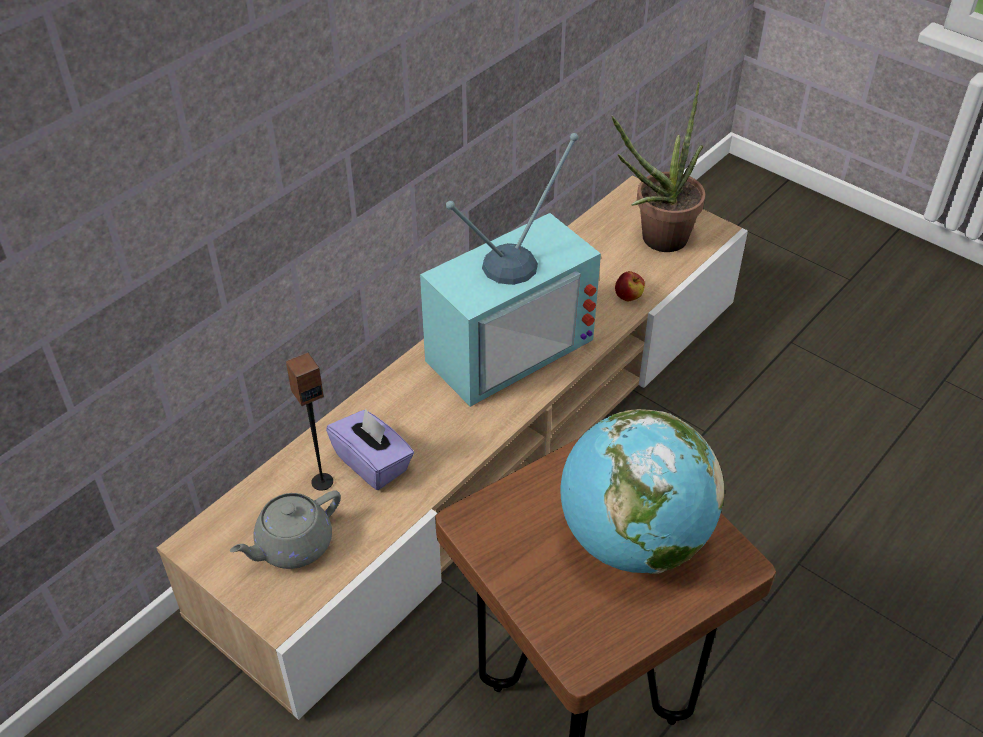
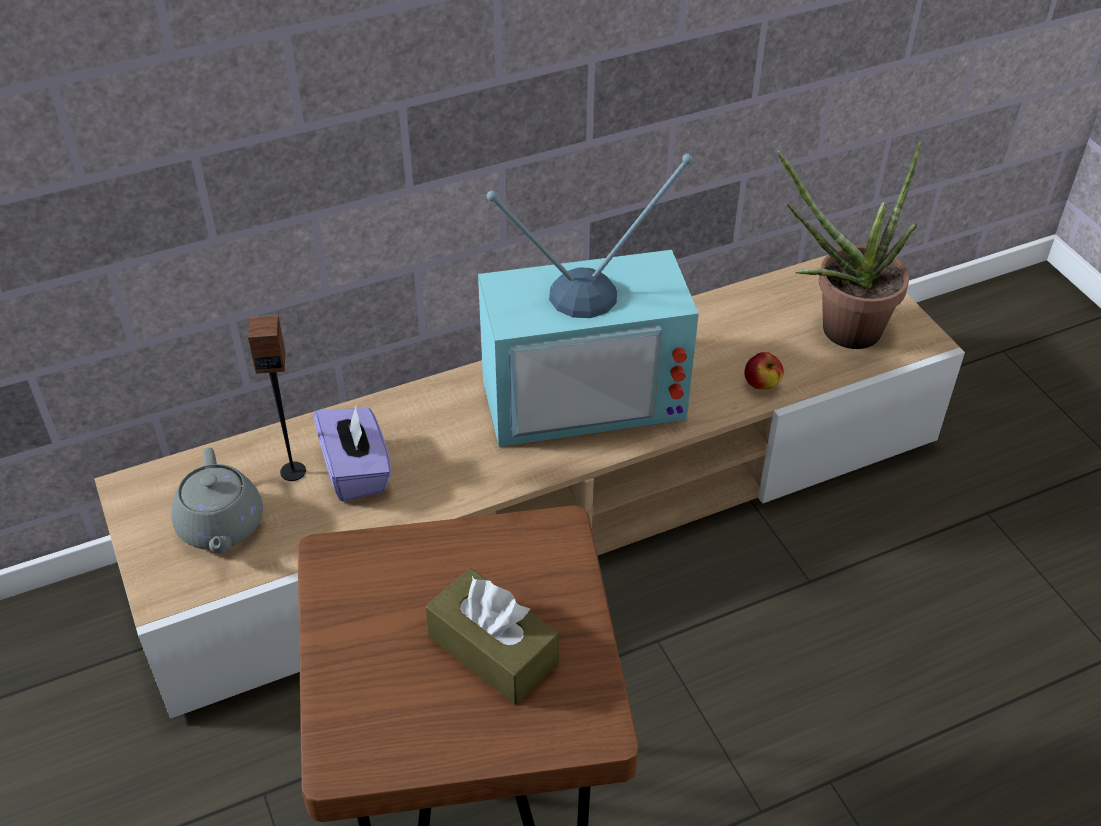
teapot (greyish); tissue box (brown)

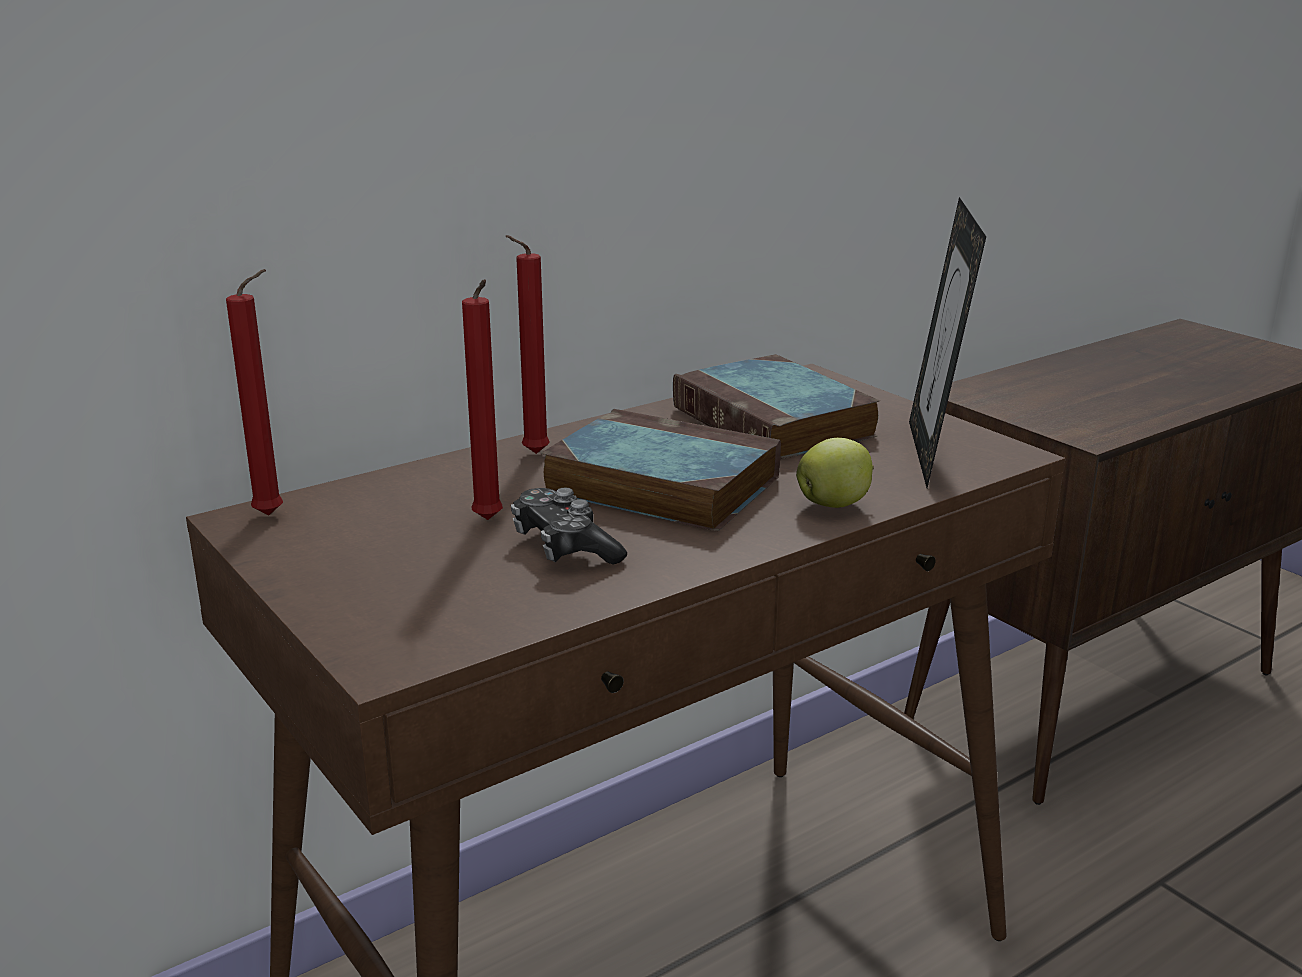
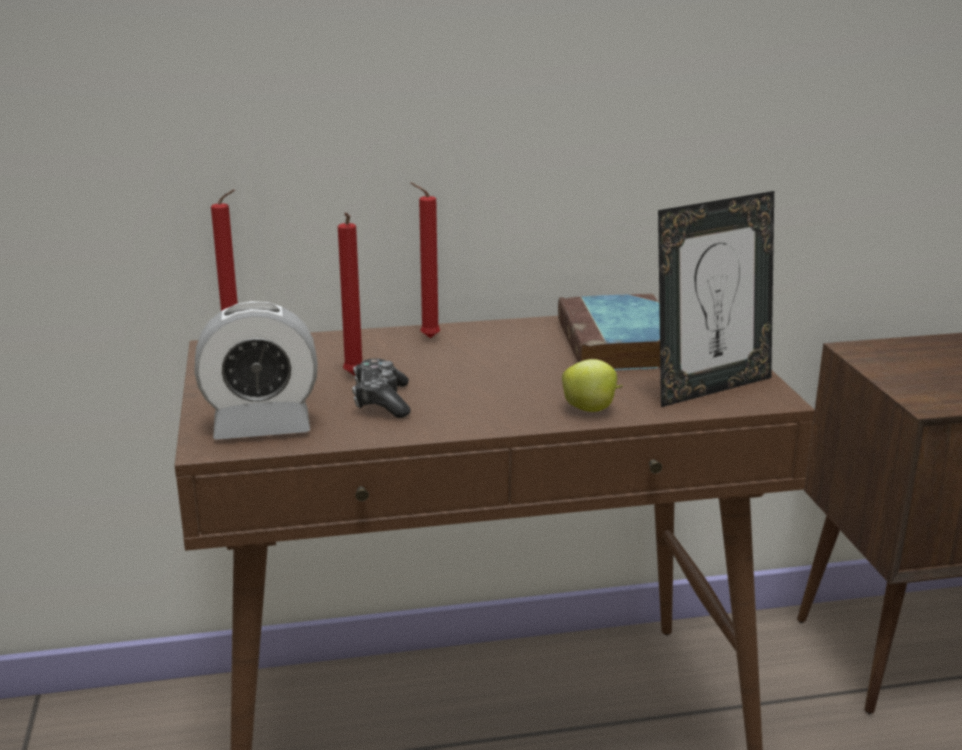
book (no. 1 from left in the first image); picture frame; table clock

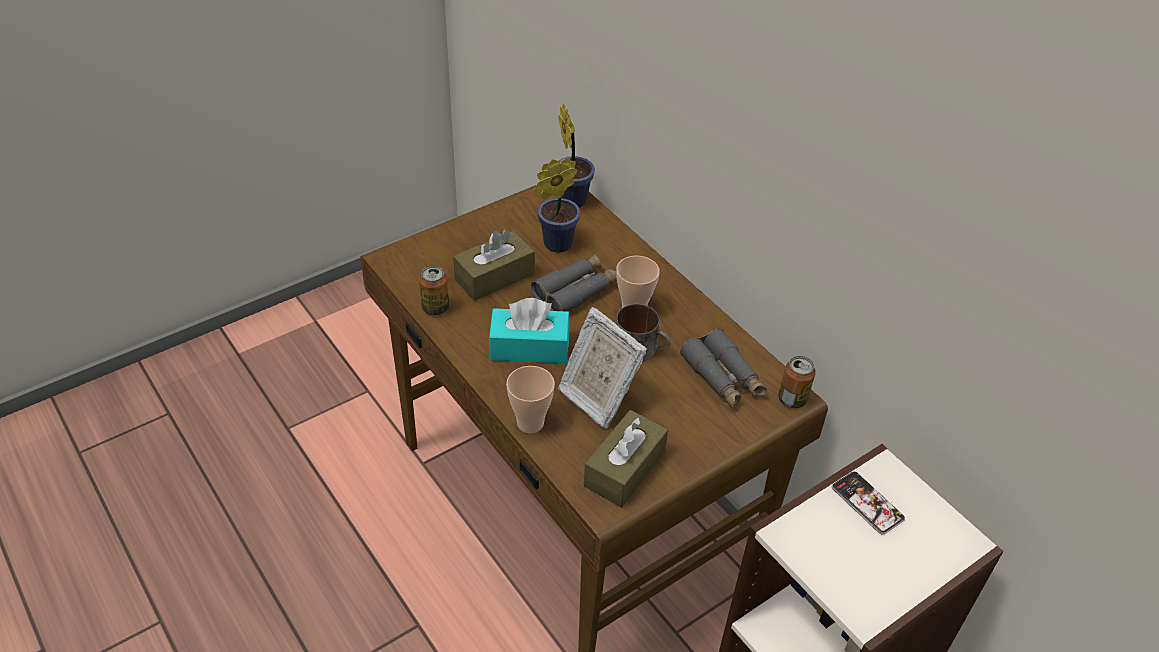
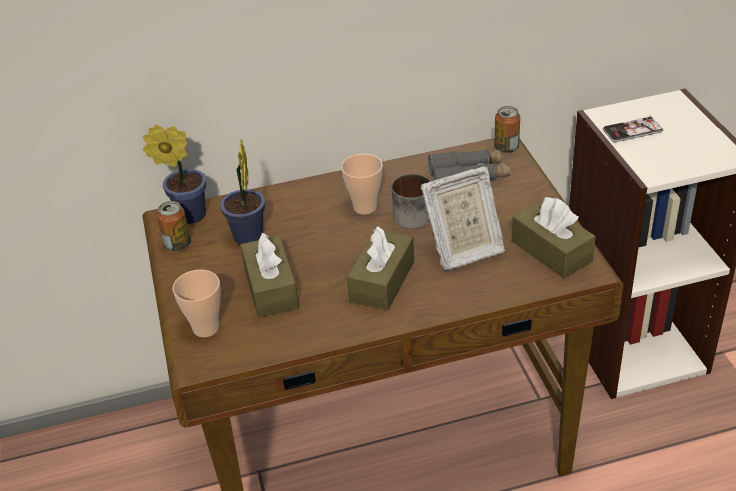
sealed can (no. 1 from left); tissue box (brown) (no. 2 from left); drinking cup (no. 1 from left); field glasses (greyish) (no. 1 from left in the first image)

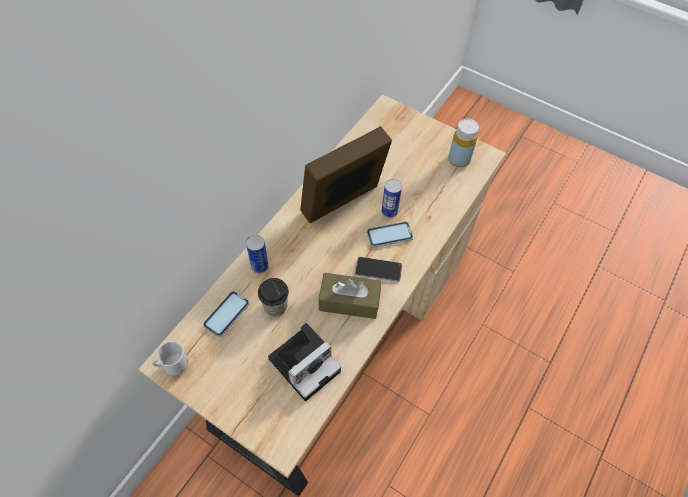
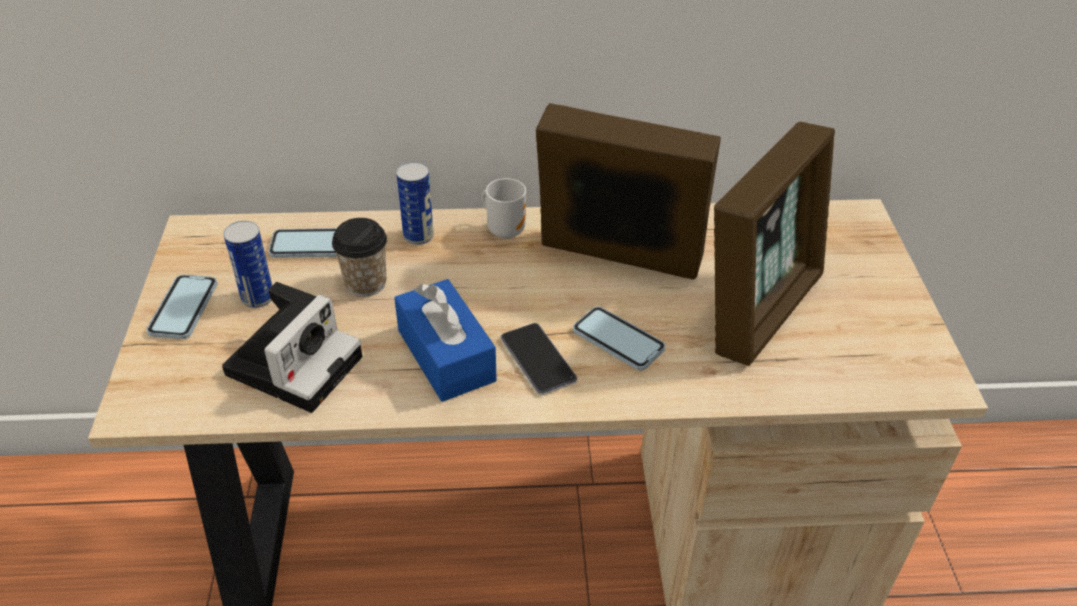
mug; photo camera; tissue box (blue); sealed can (no. 1 from left); drink bottle (yellow); handset (no. 1 from left); picture frame (no. 2 from left)

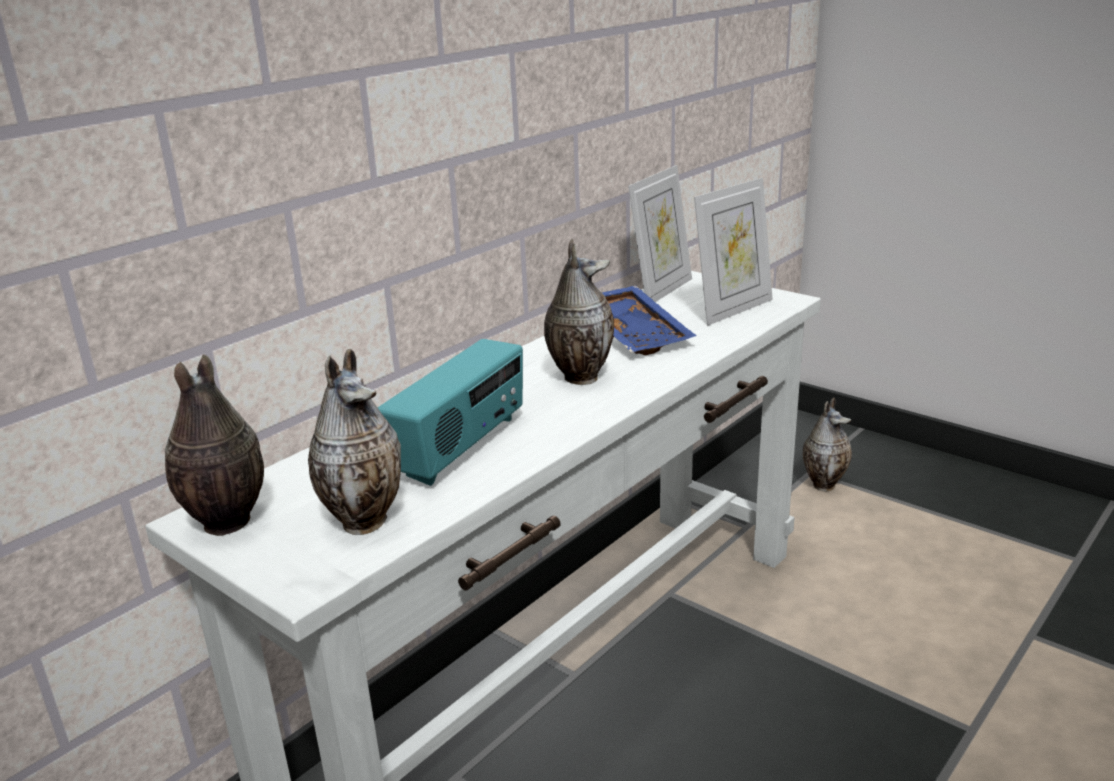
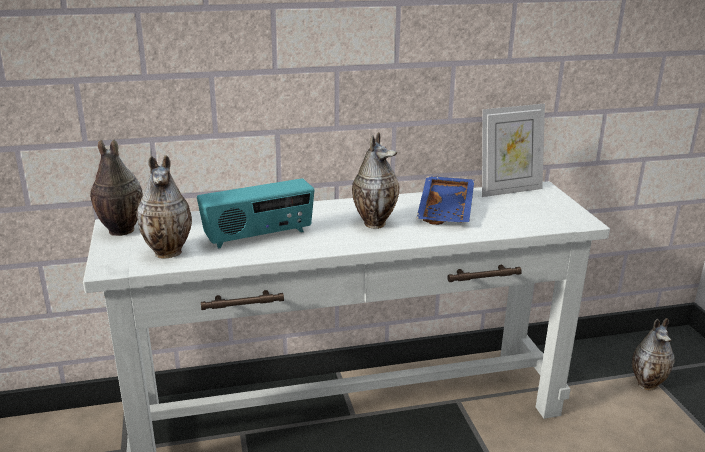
picture frame (no. 2 from left in the first image)

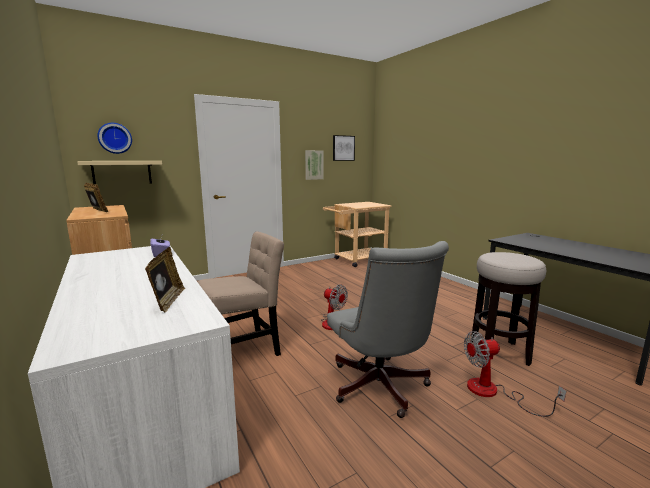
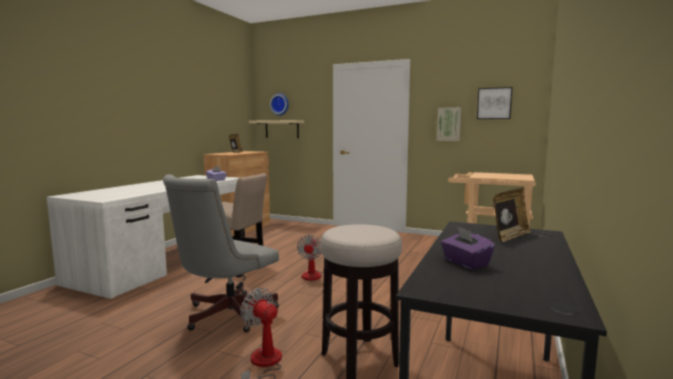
picture frame (no. 2 from left); tissue box (purple-coloured) (no. 2 from left)

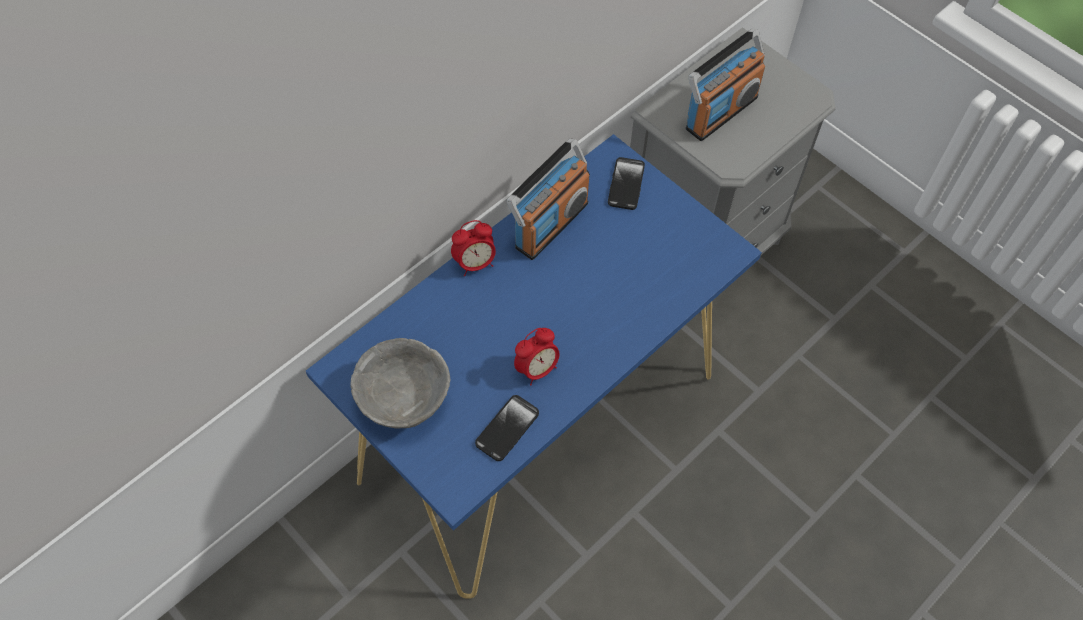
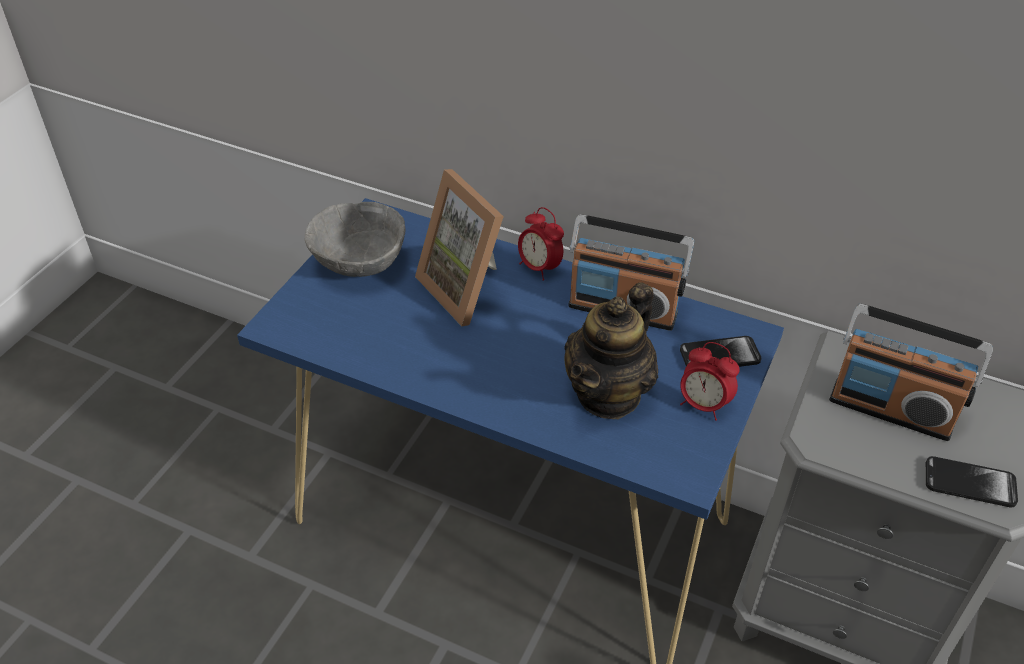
handset (no. 2 from left); table clock (no. 2 from left); picture frame; teapot

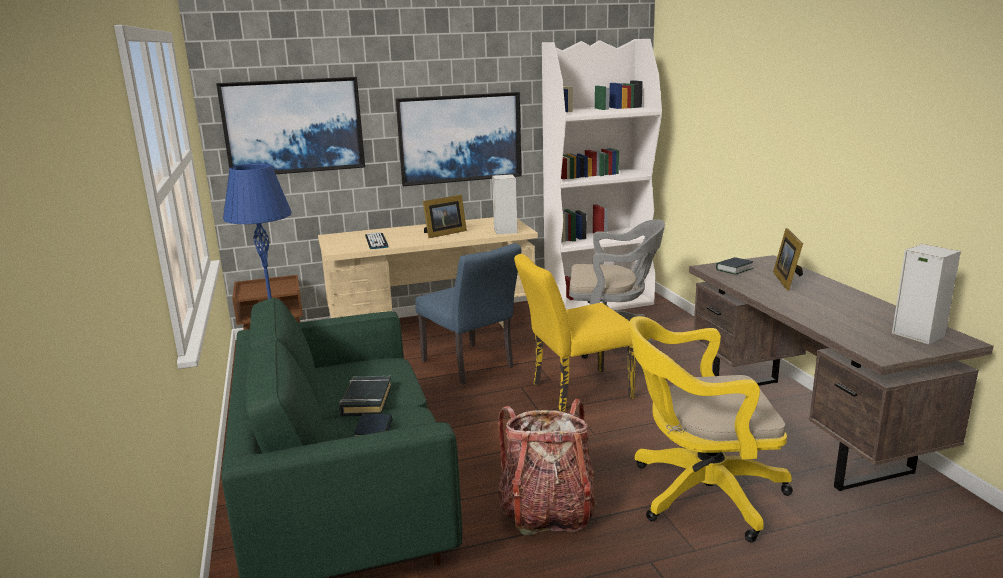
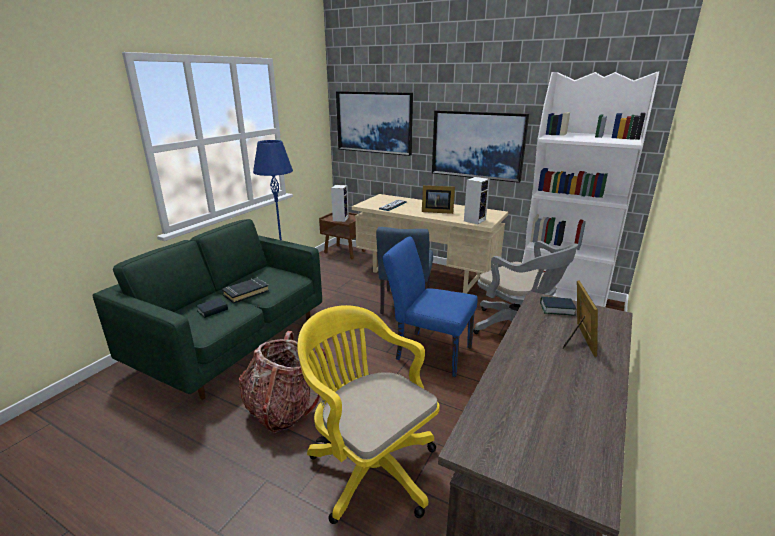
upright chair (blue) (no. 2 from left); picture frame (no. 2 from left); loudspeaker (no. 1 from left)

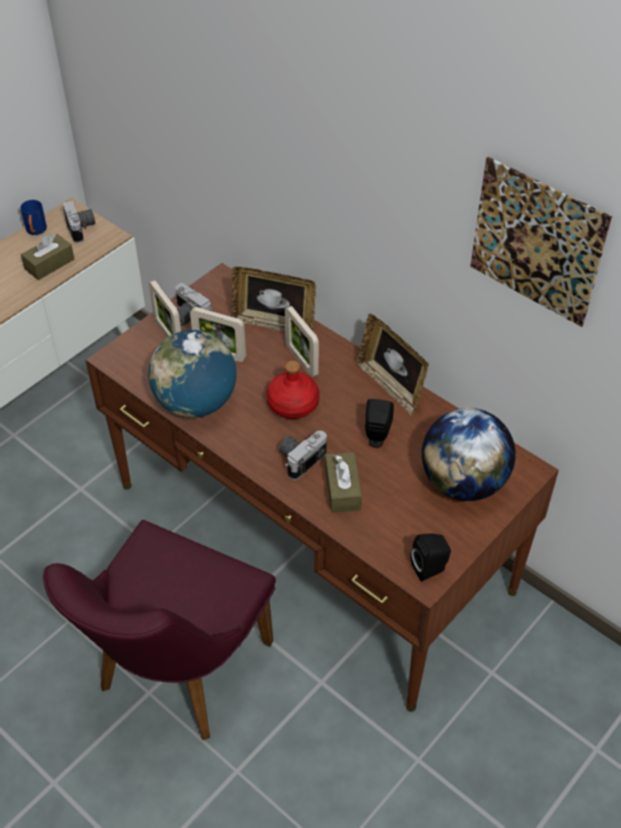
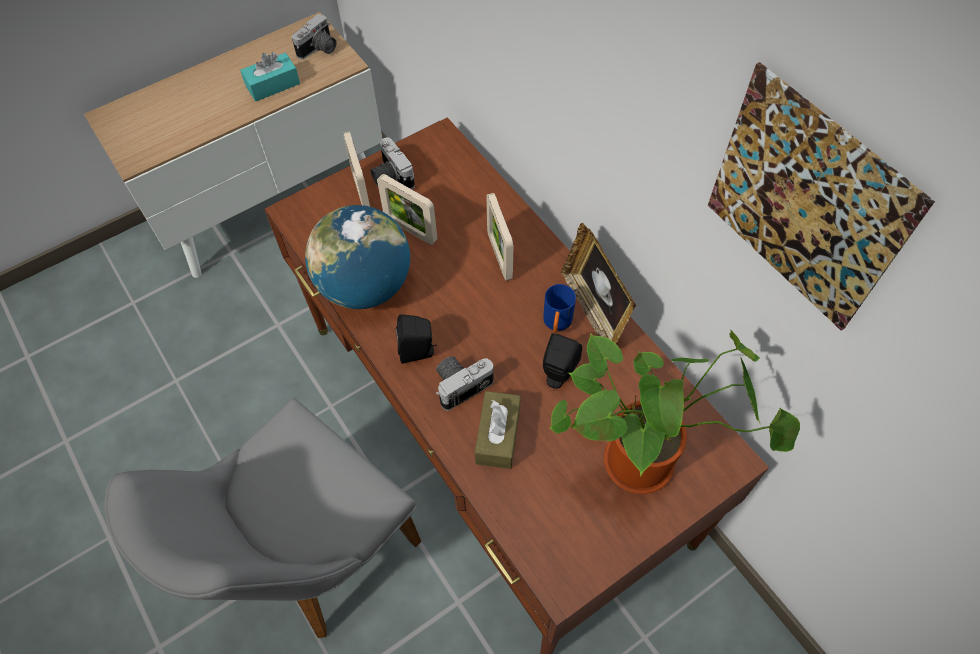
mug (blue); tissue box (turquoise); upright chair (greyish); photo camera (no. 1 from left); picture frame (no. 3 from left in the first image); drink bottle (reddish); loudspeaker (black) (no. 1 from left); houseplant

